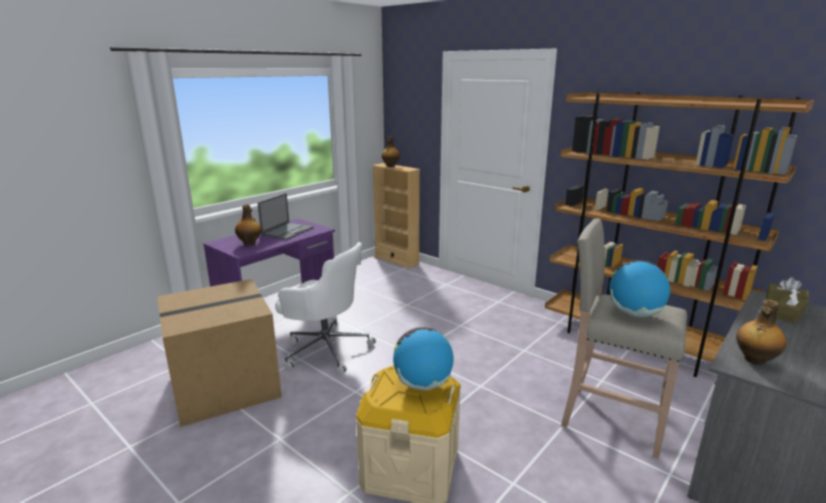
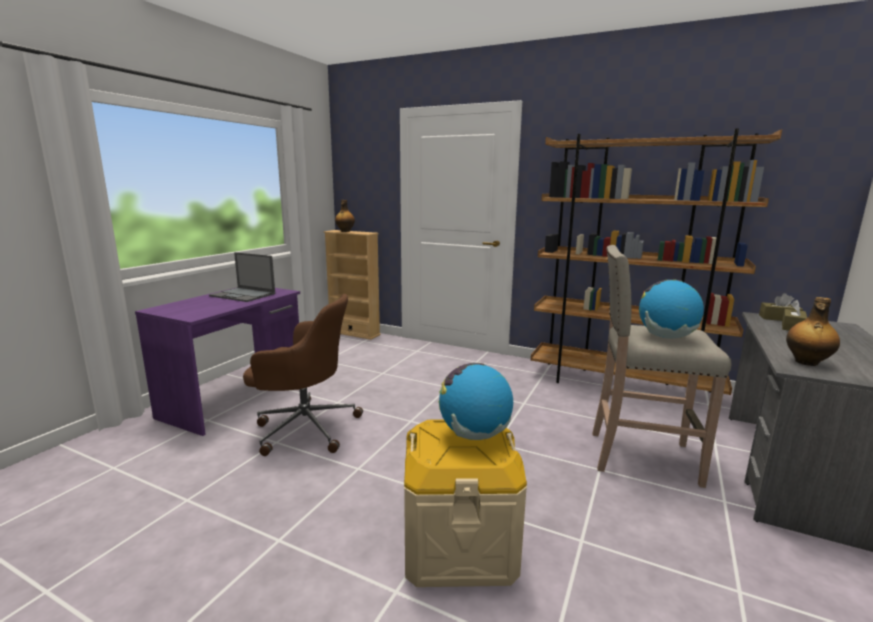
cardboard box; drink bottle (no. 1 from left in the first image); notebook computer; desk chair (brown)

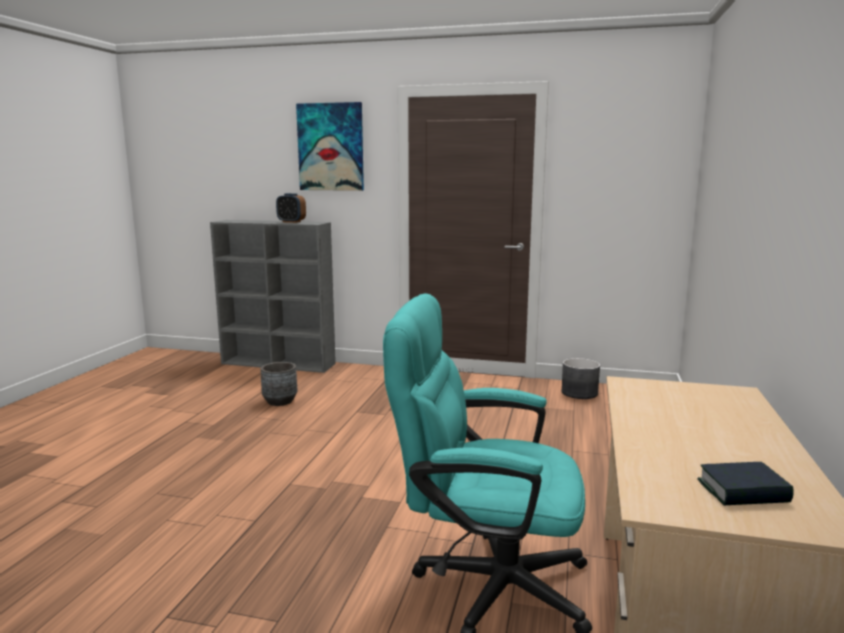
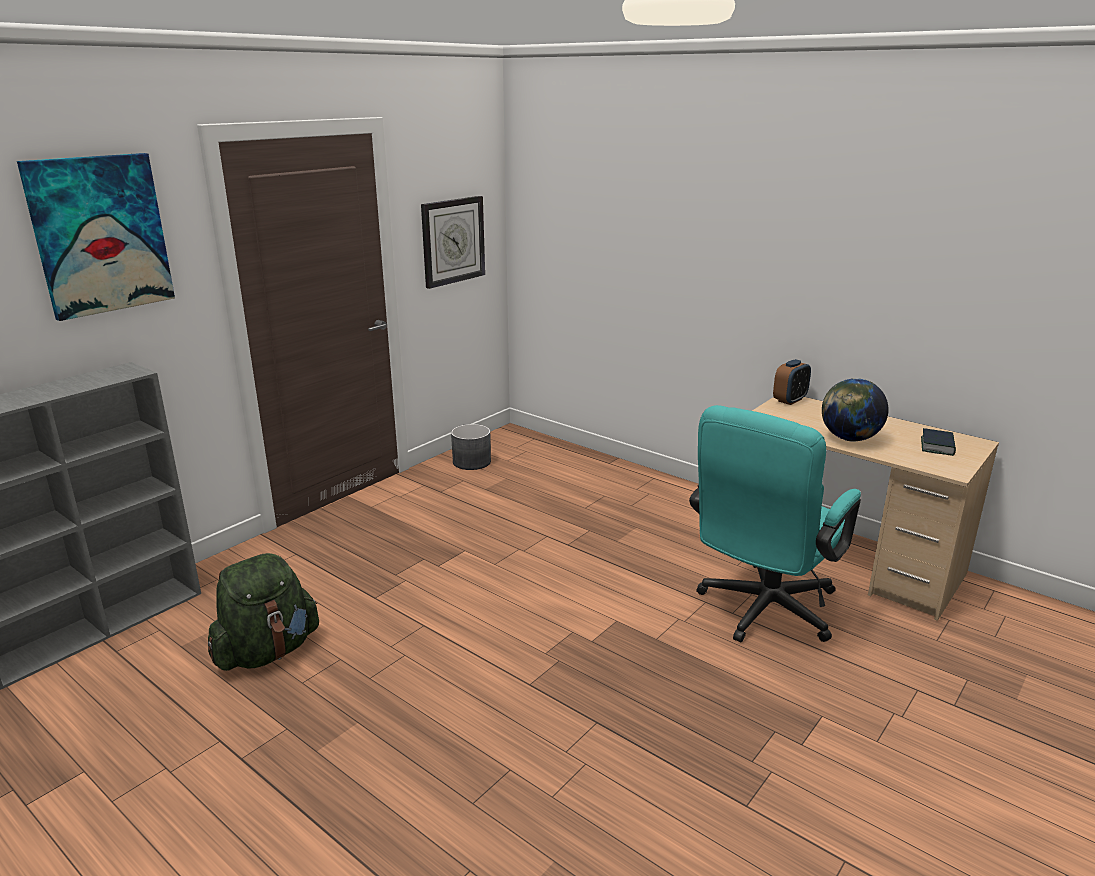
knapsack (green); table clock; hanging clock; world globe

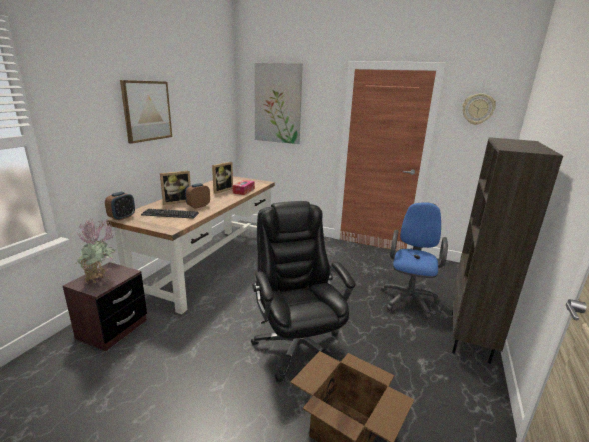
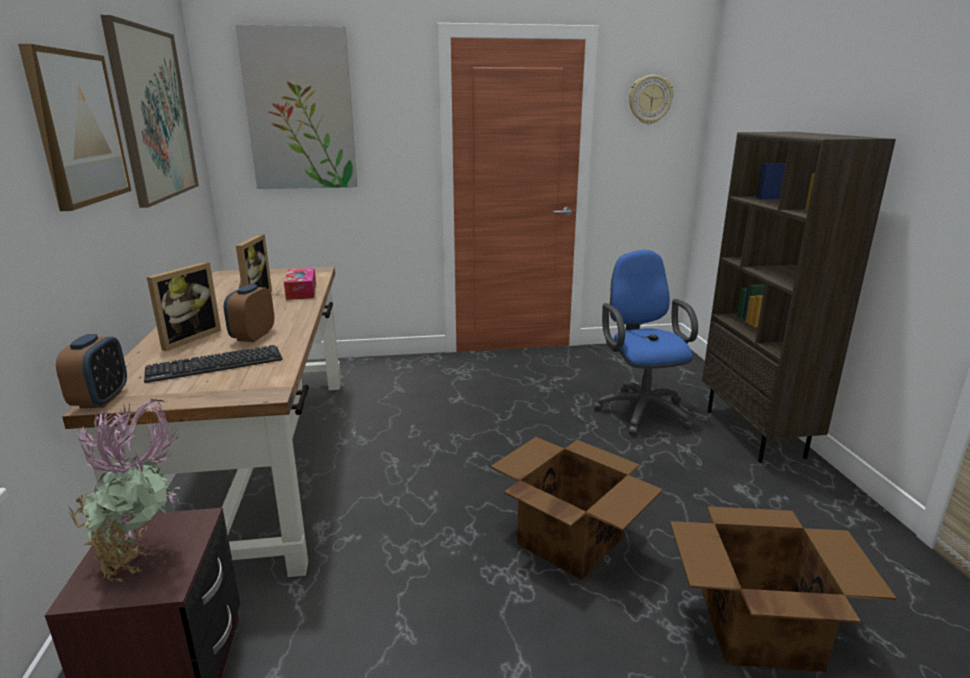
cardboard box (no. 1 from left); picture (no. 2 from left)

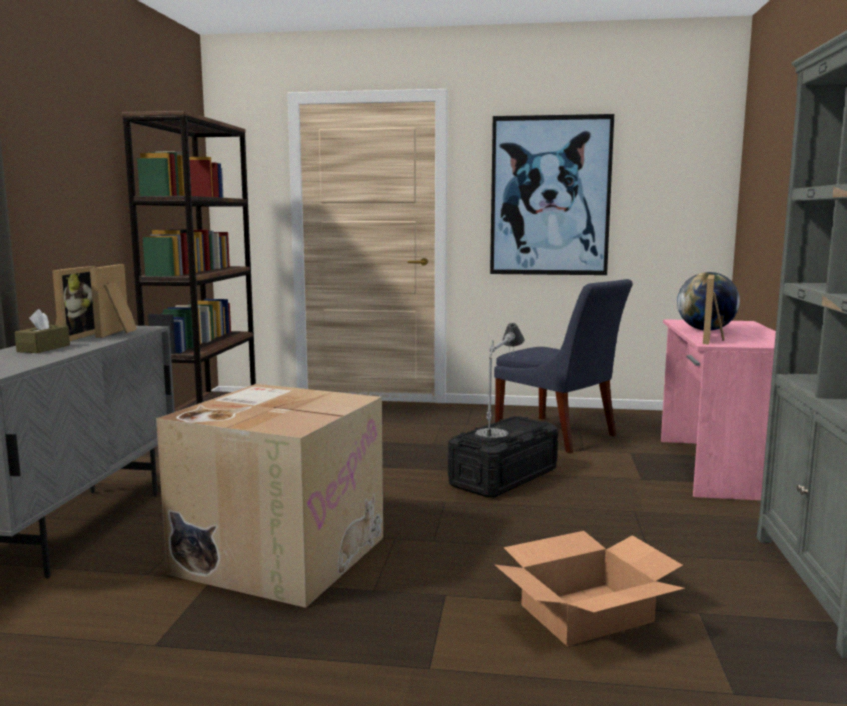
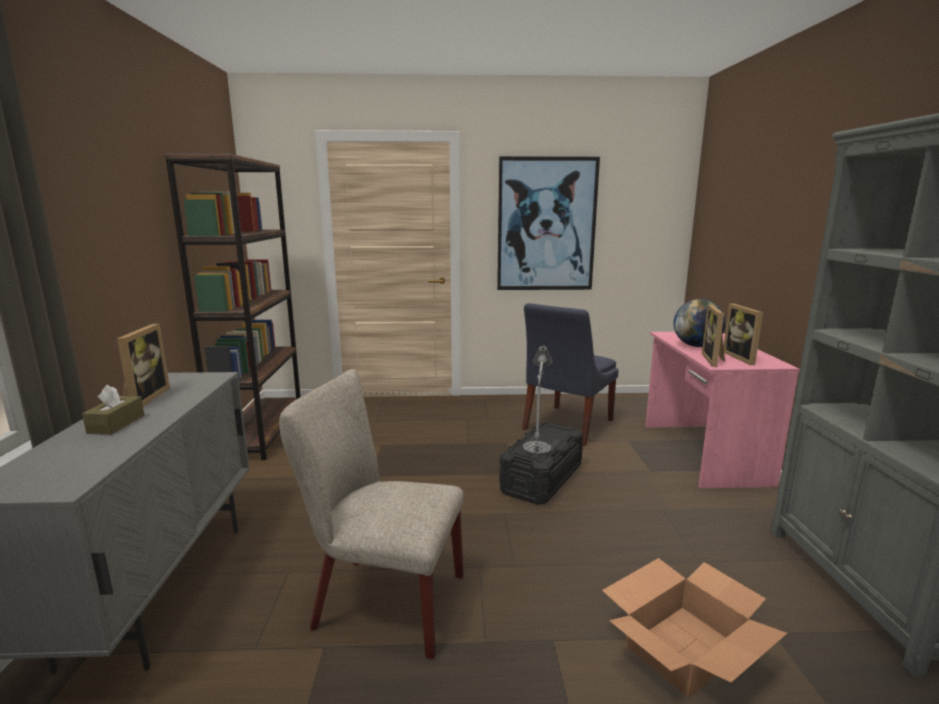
picture frame (no. 3 from left); upright chair (beige); upright chair (blue)

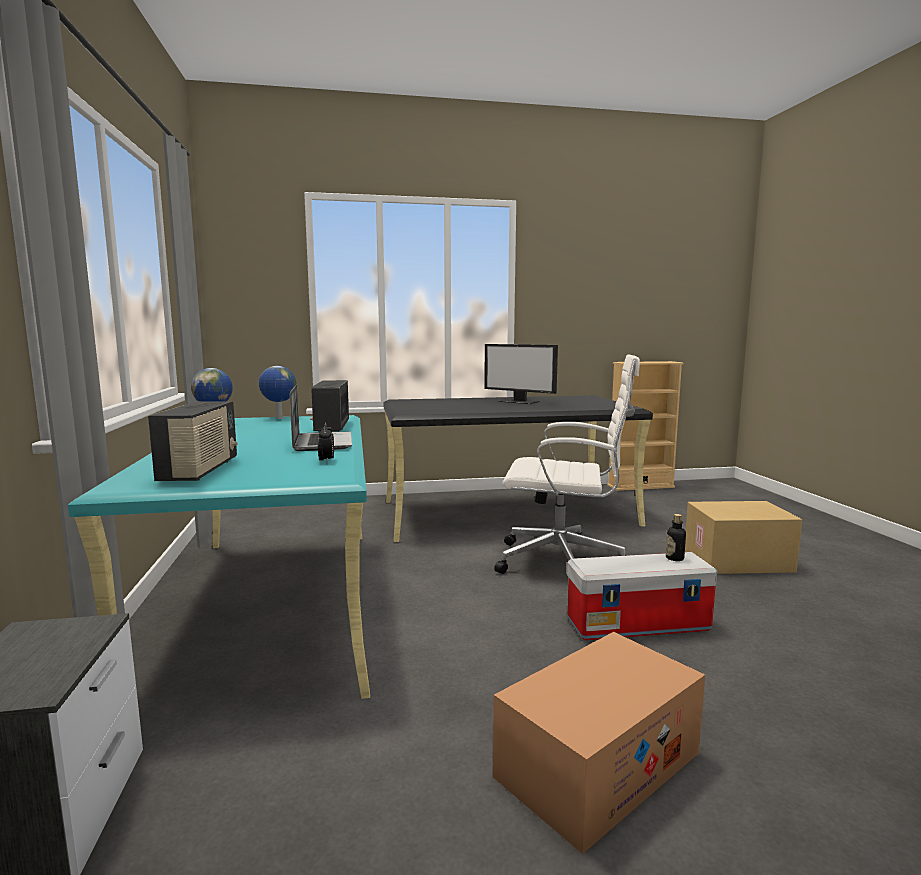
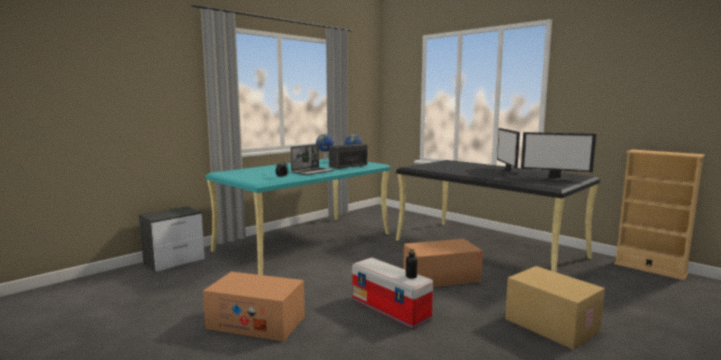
radio receiver (no. 1 from left in the first image); cardboard box (no. 2 from left); computer display (no. 2 from left)

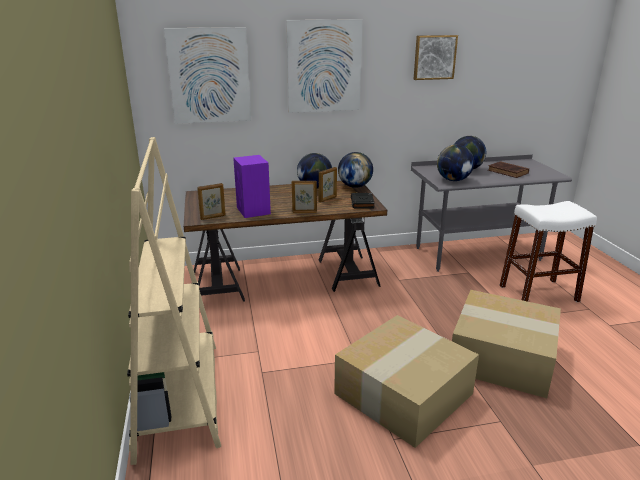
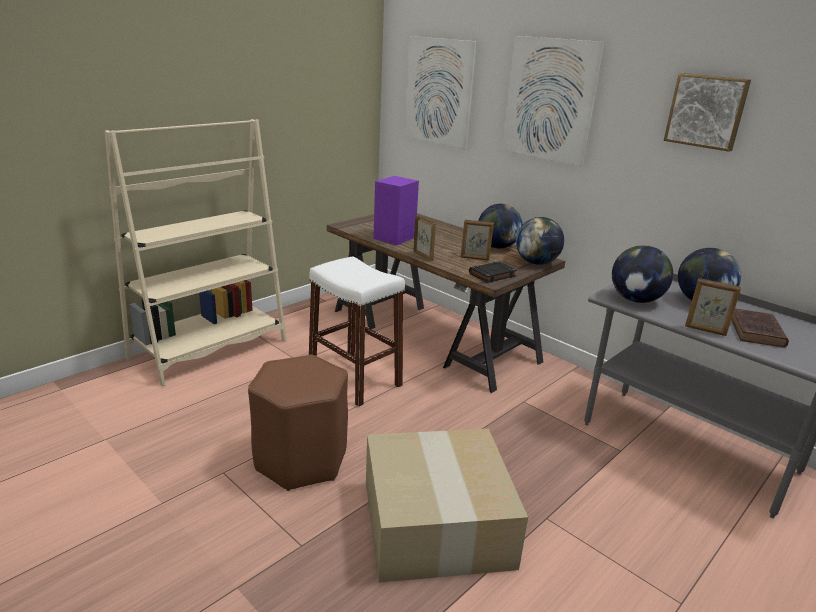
picture frame (no. 3 from left); sitting stool (brown); sitting stool (white)

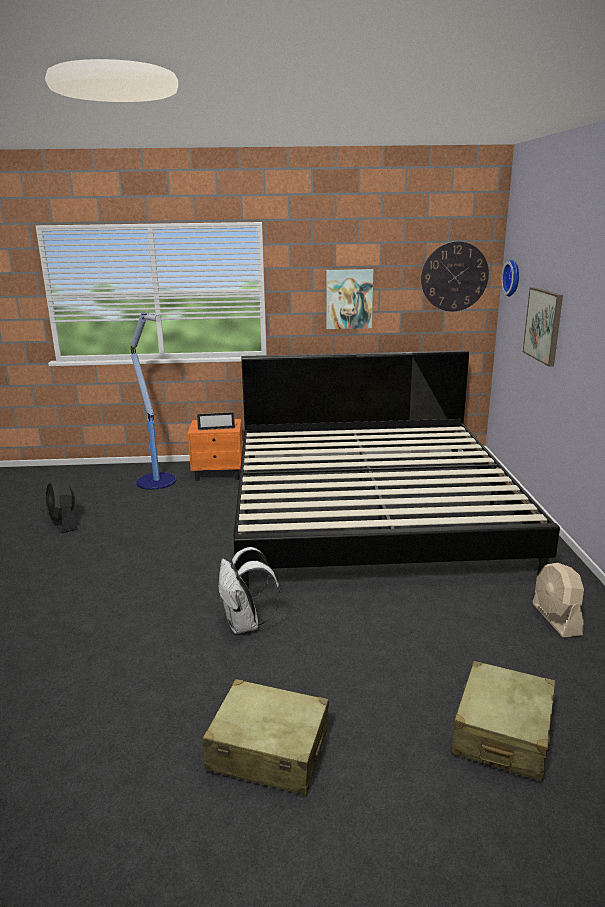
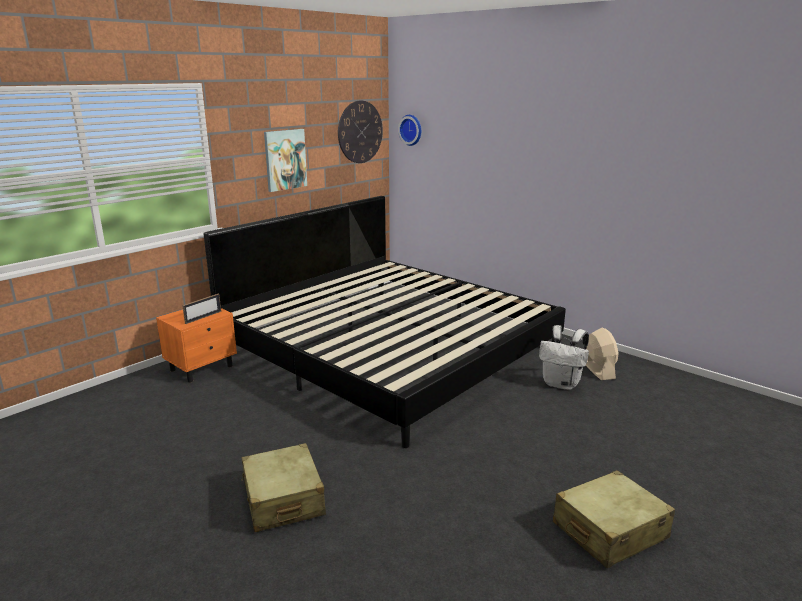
cooling fan (black); standard lamp; knapsack (white); piece of luggage (beige) (no. 1 from left); picture (no. 2 from left in the first image); cooling fan (beige)

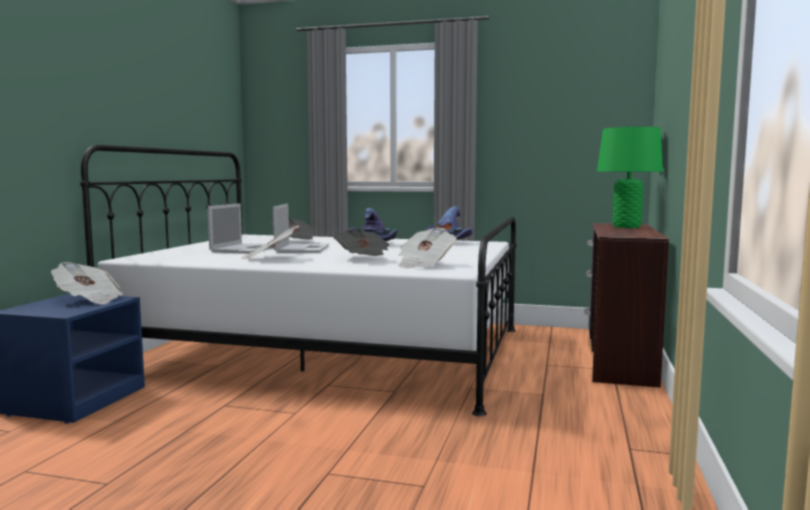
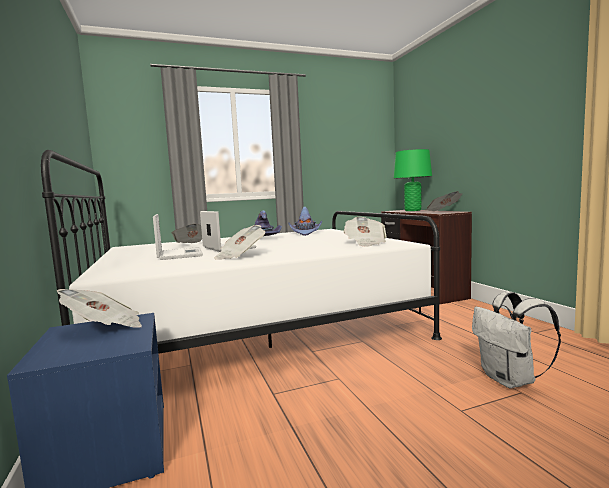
daily paper (no. 5 from left); knapsack (white)

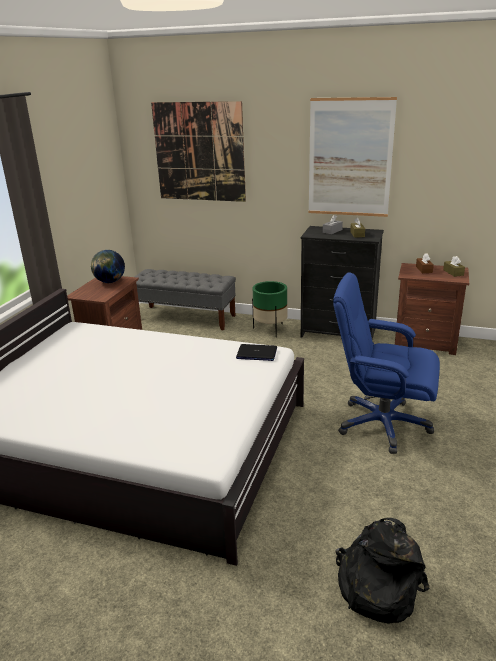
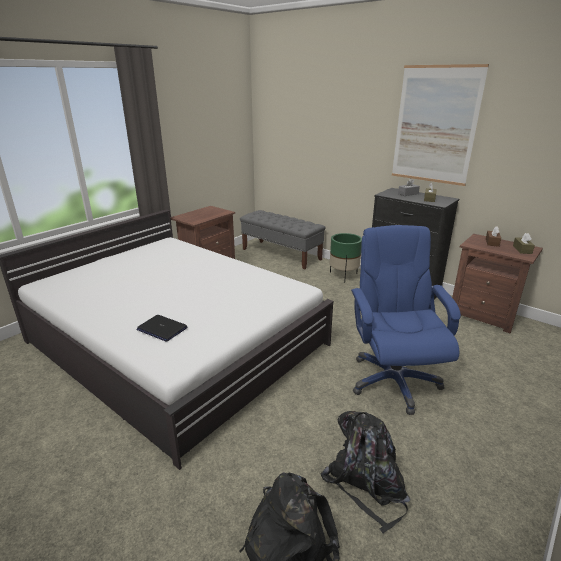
world globe; picture (no. 1 from left in the first image); notebook computer; desk chair (blue); knapsack (black) (no. 2 from left)

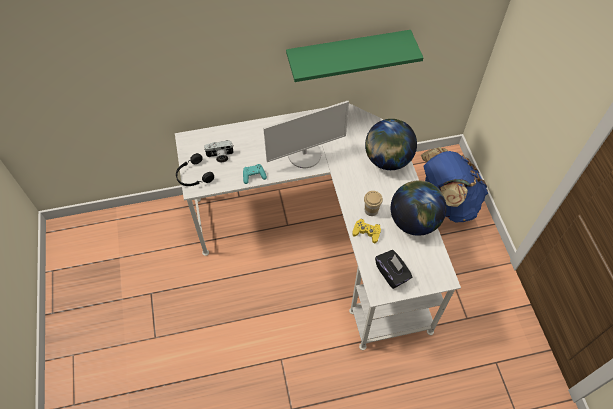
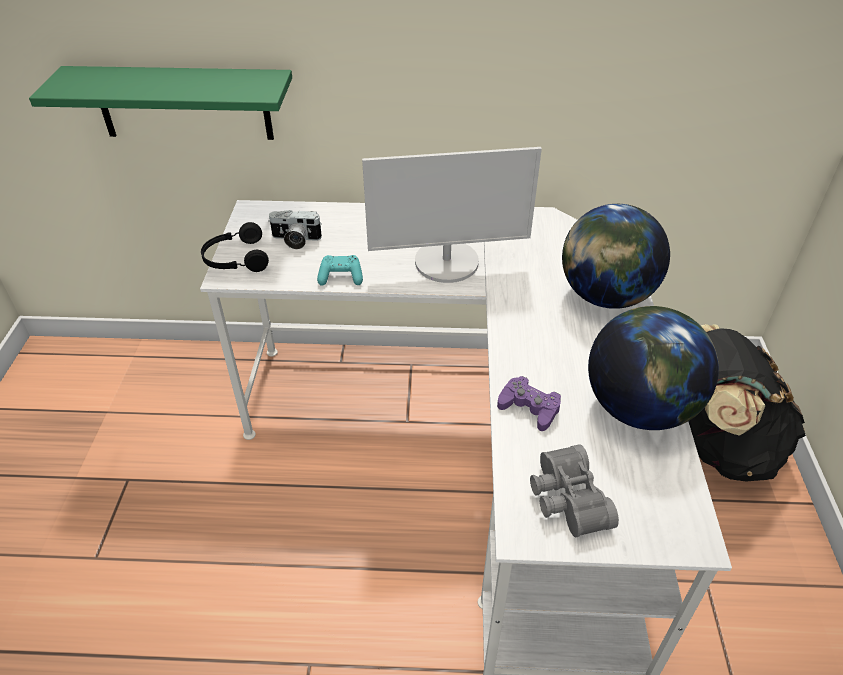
wall shelf (green); gamepad (purple-coloured); drinking cup; field glasses (greyish); knapsack (black)

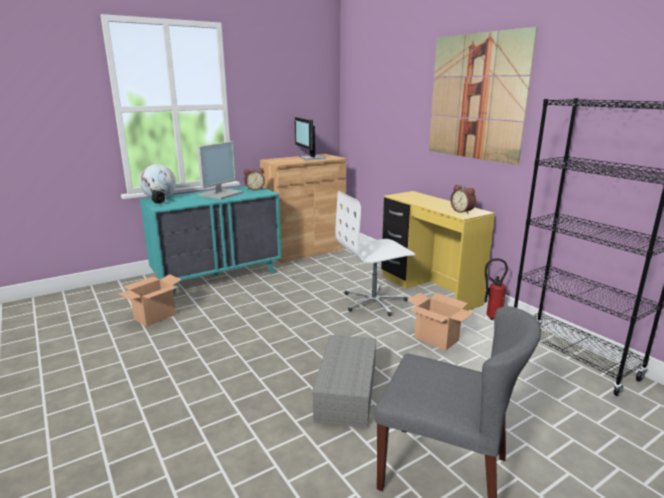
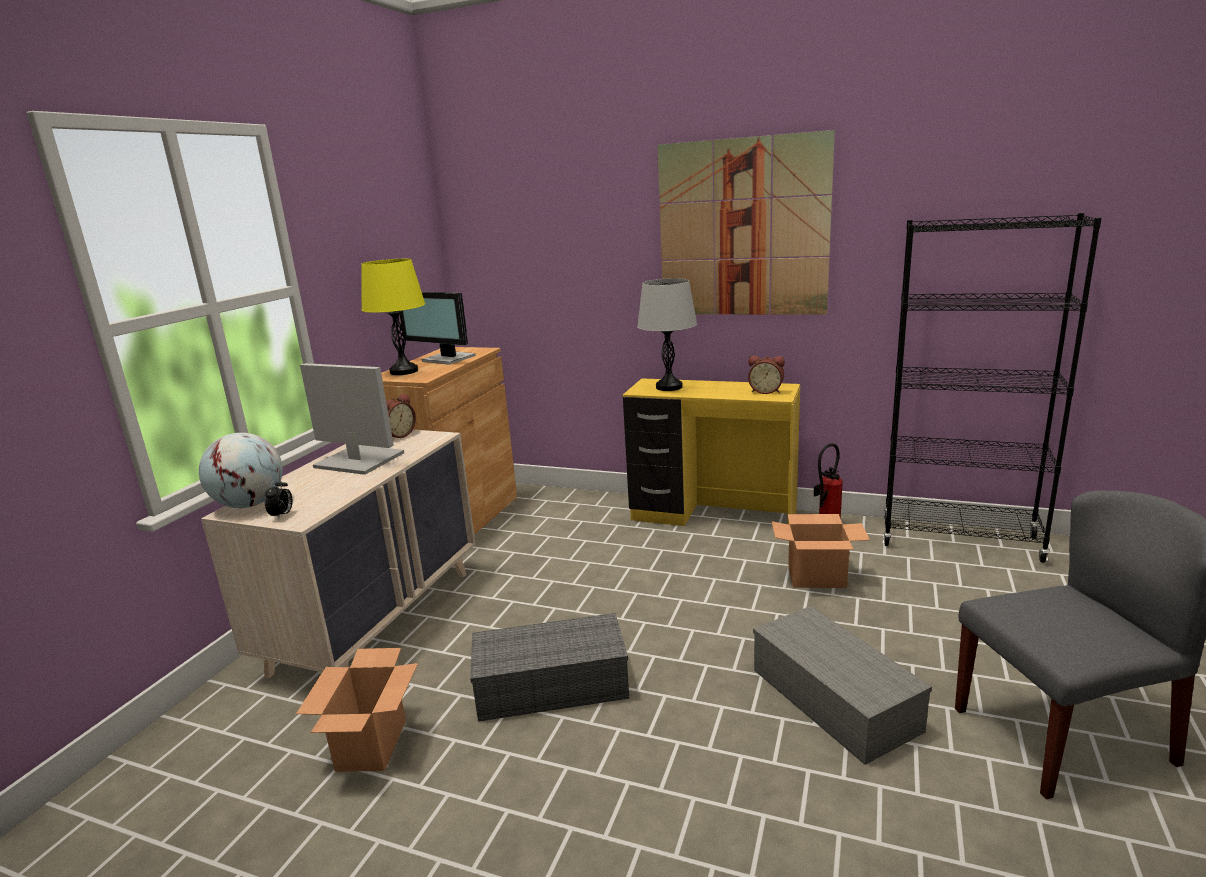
chest of drawers (beige); computer display (no. 1 from left); desk chair (white); lamp for a table (yellow); storage box (greyish) (no. 1 from left); lamp for a table (greyish)

